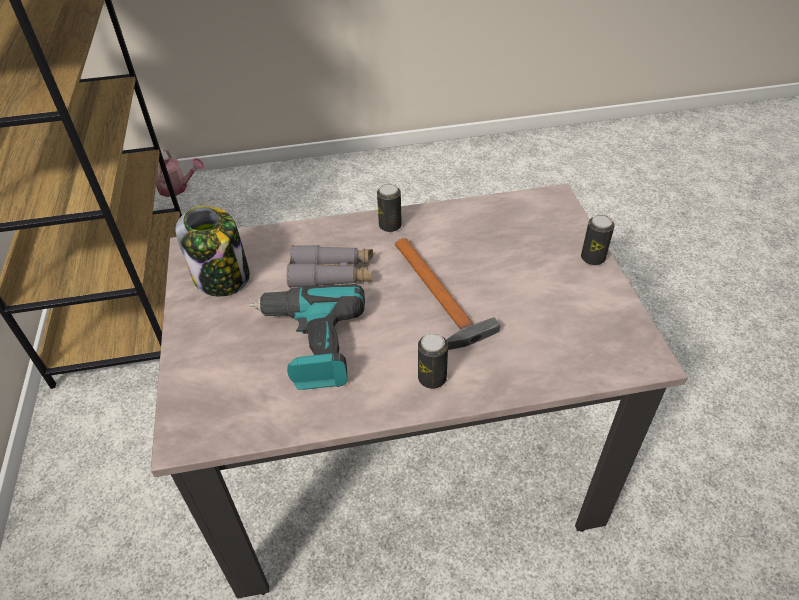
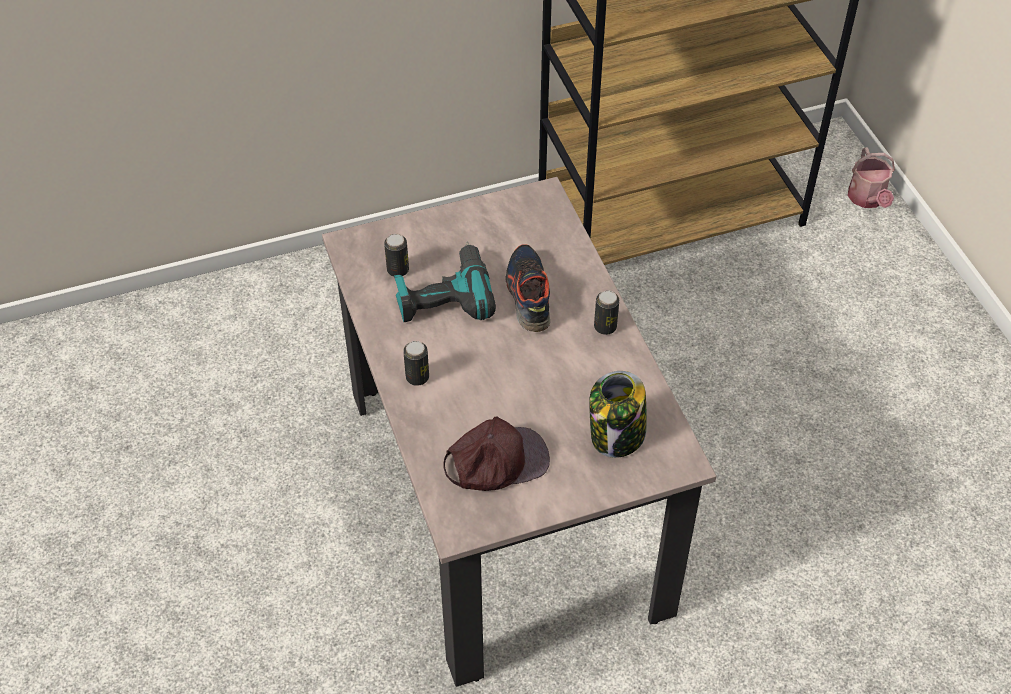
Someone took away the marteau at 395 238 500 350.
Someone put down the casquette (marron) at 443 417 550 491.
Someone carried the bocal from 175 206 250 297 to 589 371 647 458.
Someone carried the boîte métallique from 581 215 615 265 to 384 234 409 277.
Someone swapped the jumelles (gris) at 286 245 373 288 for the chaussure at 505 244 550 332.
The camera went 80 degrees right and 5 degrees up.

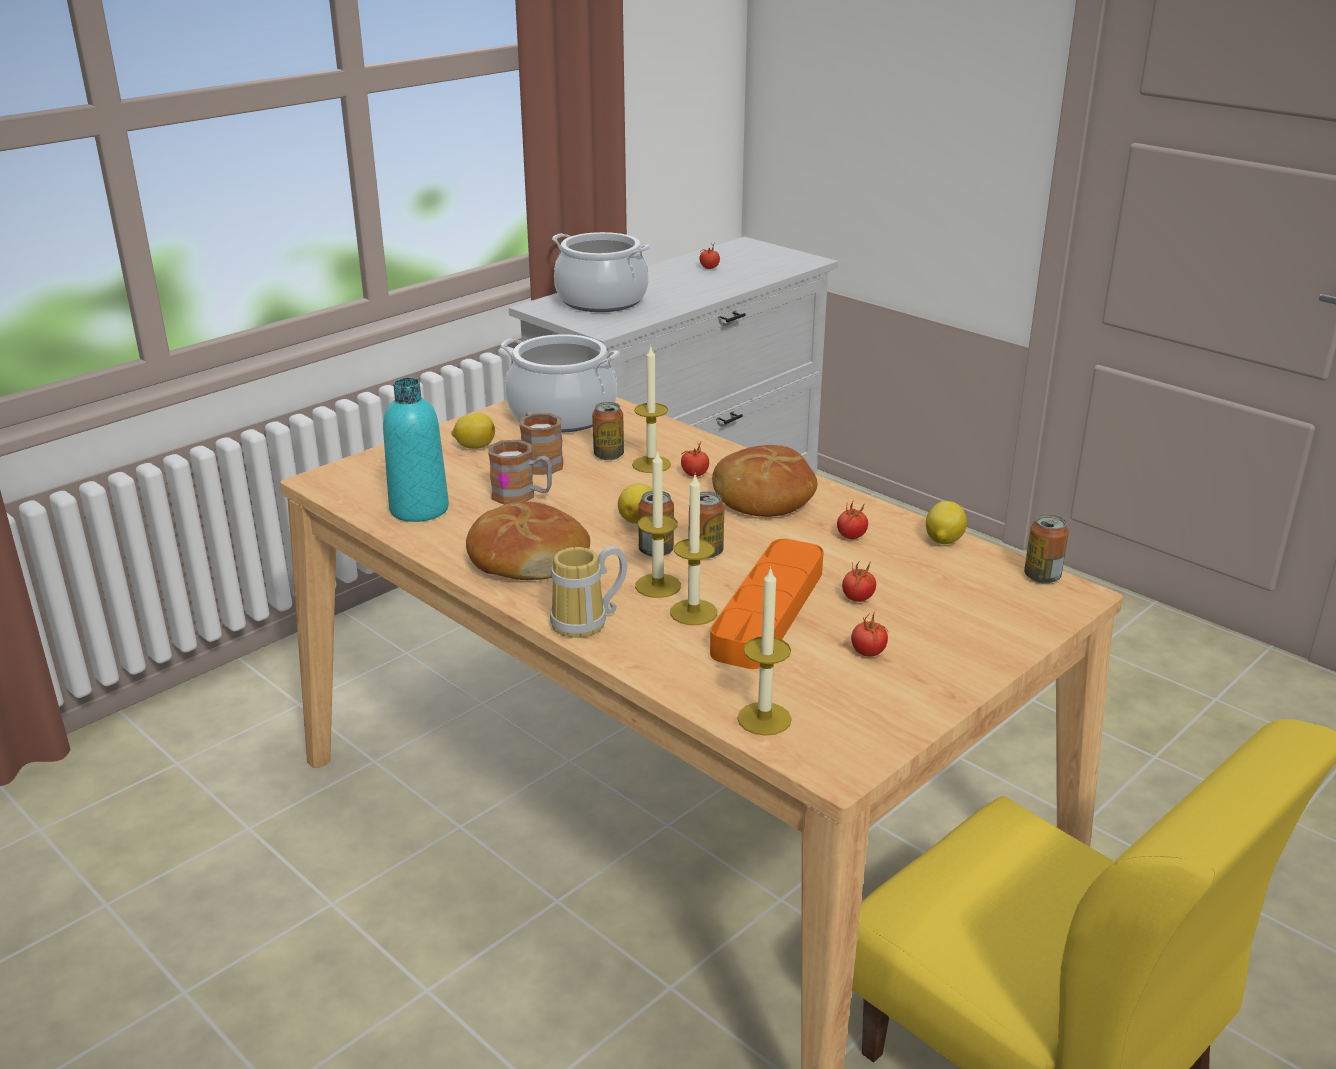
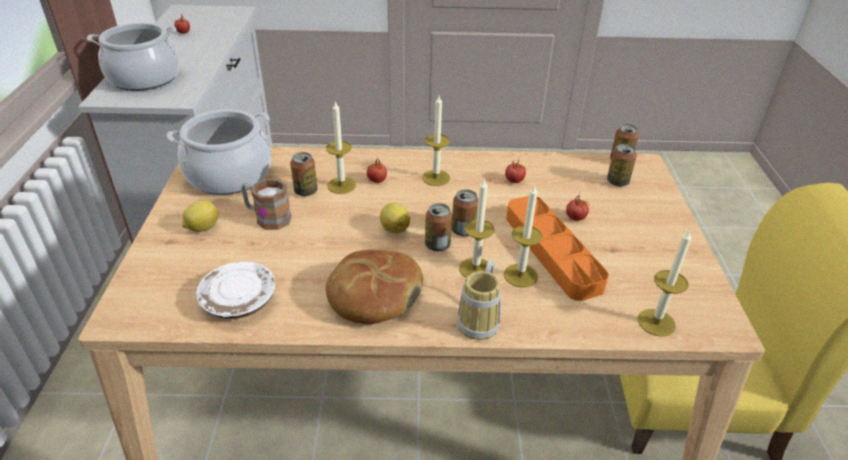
Someone took away the mug at 488 440 552 505.
Someone took away the tomate at 851 613 888 657.
Someone took away the citron at 926 501 967 544.
Someone put down the boîte métallique at 607 144 637 187.
Someone swapped the bouteille (turquoise) at 383 378 449 522 for the assiette (blanc) at 196 262 275 319.
Someone swapped the pain at 712 445 817 517 for the bougie at 422 96 450 186.
The camera went 45 degrees left and 10 degrees up.

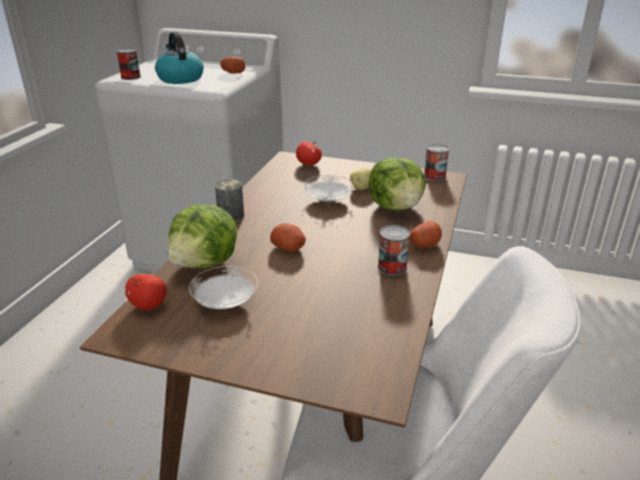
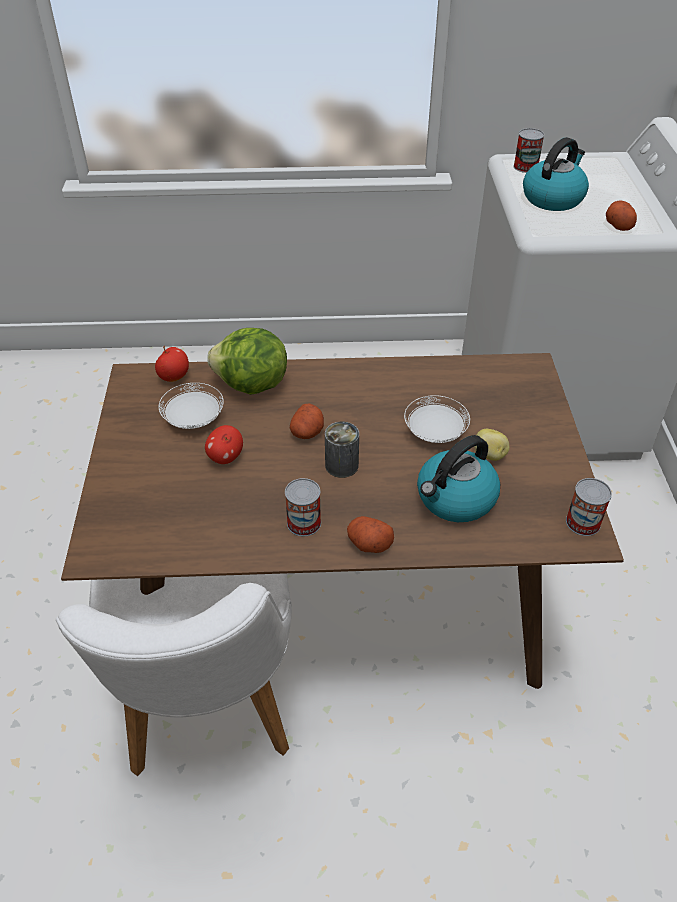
Someone carried the boîte métallique from 215 179 244 222 to 325 422 359 478.
Someone carried the pomme from 296 141 322 166 to 205 425 243 464.
Someone swapped the laitue at 369 157 426 211 for the bouilloire at 417 435 500 522.
The camera went 70 degrees right and 15 degrees up.

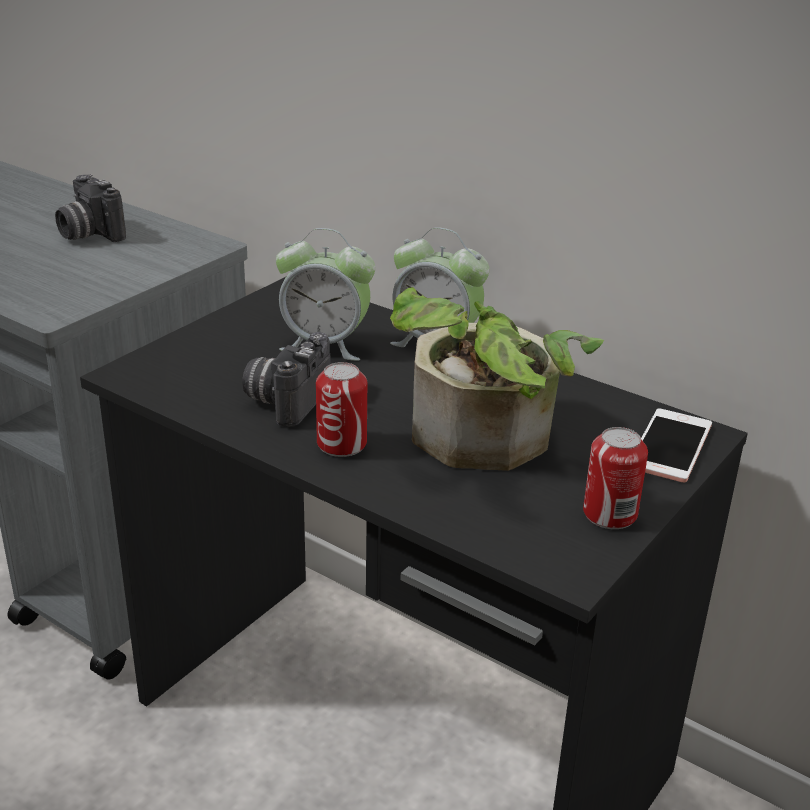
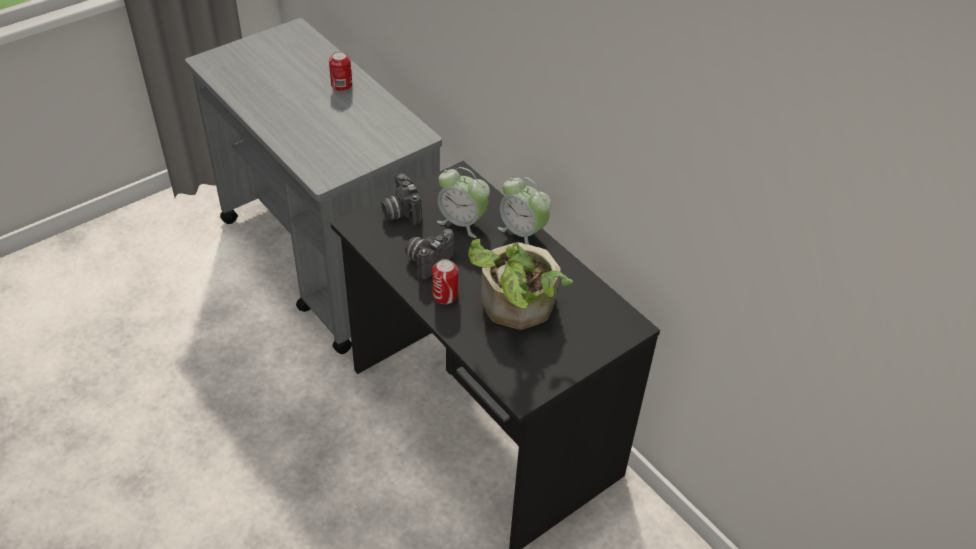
Someone took away the téléphone at 641 408 712 482.
Someone carried the appareil photo from 55 174 126 242 to 381 173 422 225.
Someone carried the boîte métallique from 583 427 648 529 to 329 51 352 91.
The camera went 15 degrees right and 15 degrees up.

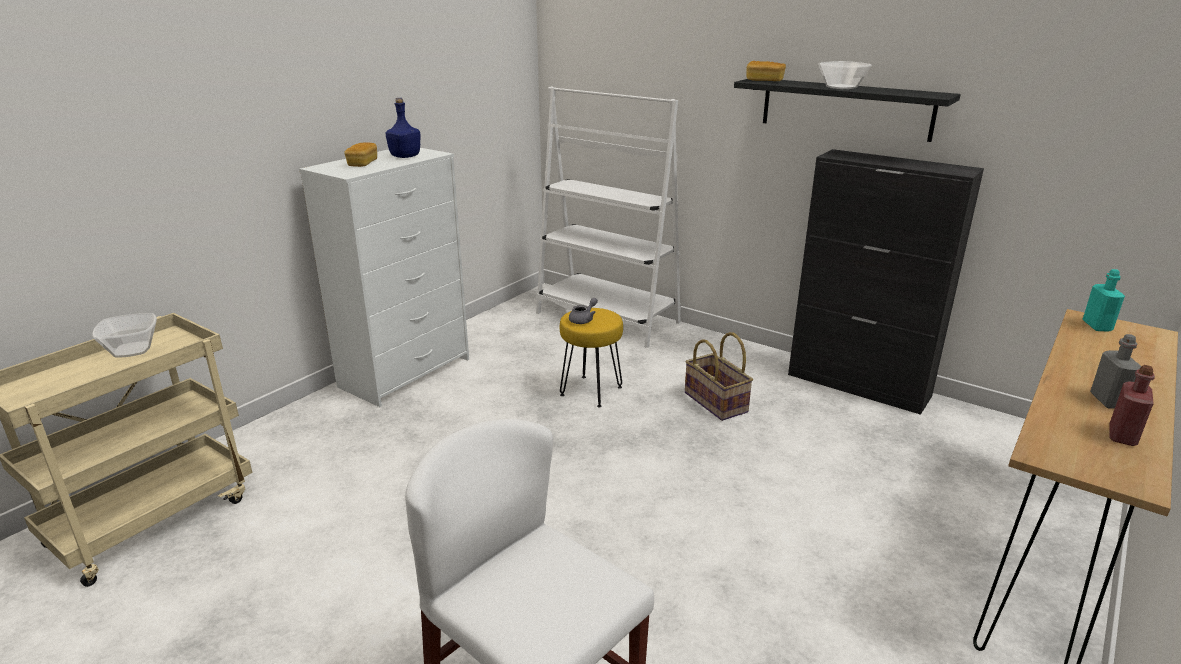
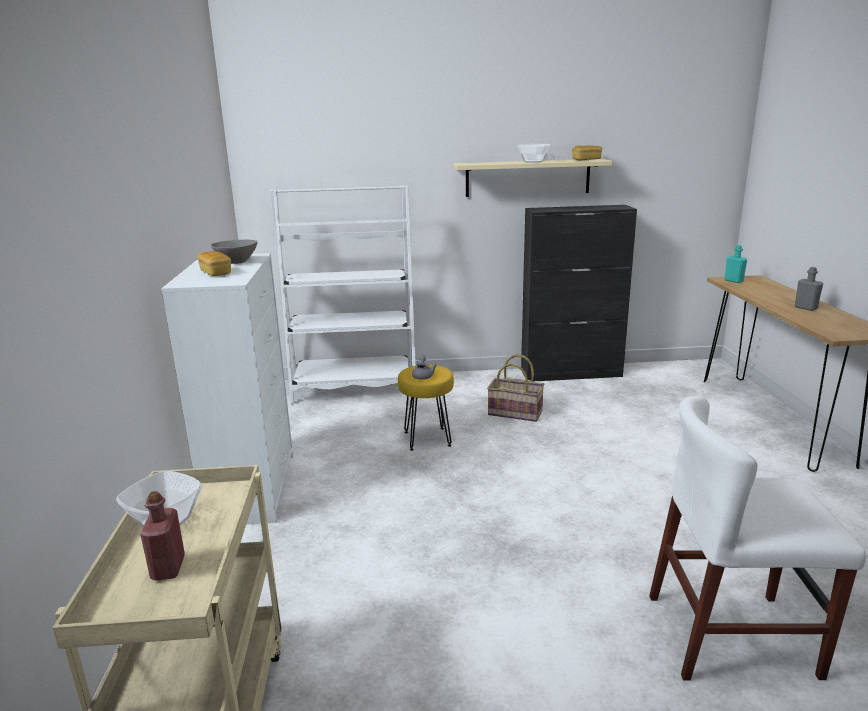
Someone carried the pain from 746 61 786 81 to 572 145 602 160.
Someone carried the bouteille (rouge) from 1109 365 1155 446 to 140 491 185 581.
Someone swapped the bouteille (bleu) at 385 98 421 158 for the bol (gris) at 211 240 257 264.
Someone repainted the étagère (noir) at 734 79 961 142, which became the étagère (beige) at 453 159 613 197.
The camera went 40 degrees left and 5 degrees down.

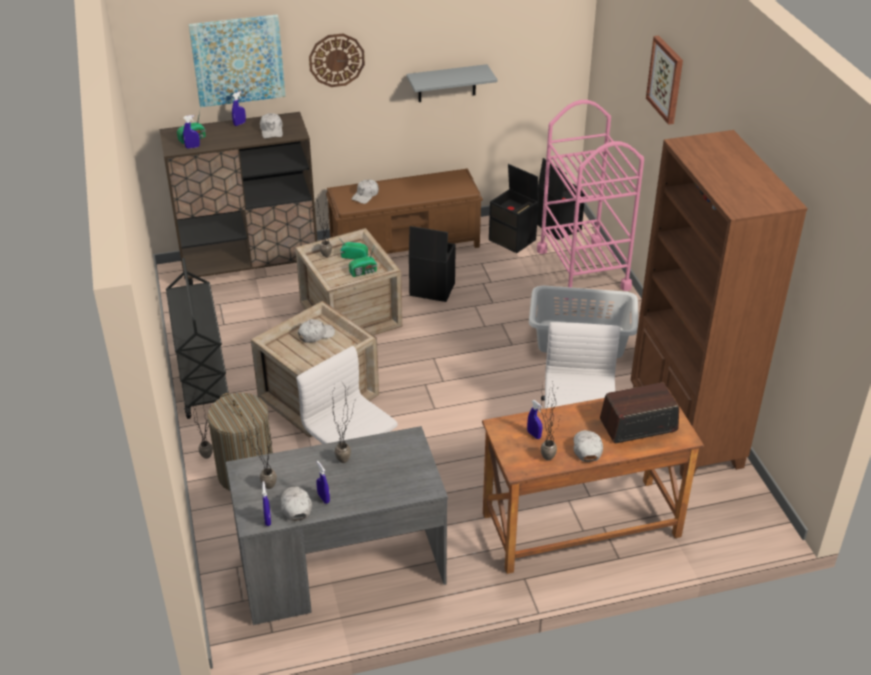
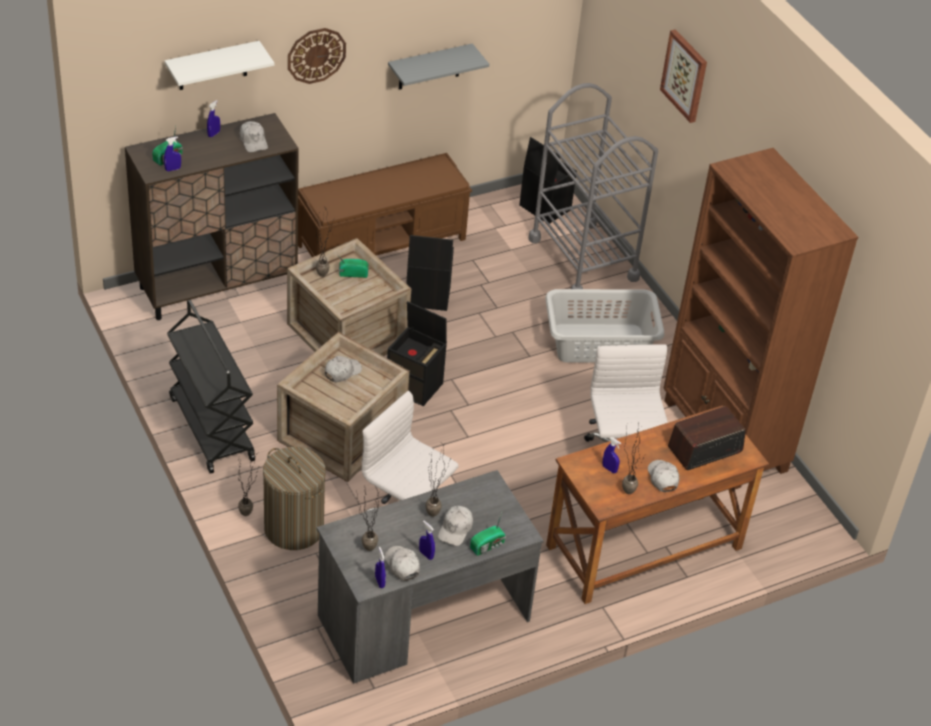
Someone carried the radio from 349 244 377 277 to 470 513 506 556.
Someone carried the casquette (blanc) from 352 180 379 204 to 438 506 473 546.
Someone carried the boîte de rangement (noir) from 489 164 539 253 to 387 301 447 406.
Someone swapped the tableau at 188 14 286 107 for the étagère (blanc) at 164 41 274 90.
Someone repainted the chariot (rose) at 537 100 644 300, which became the chariot (gris) at 529 83 658 289.
The camera went 15 degrees left and 5 degrees up.

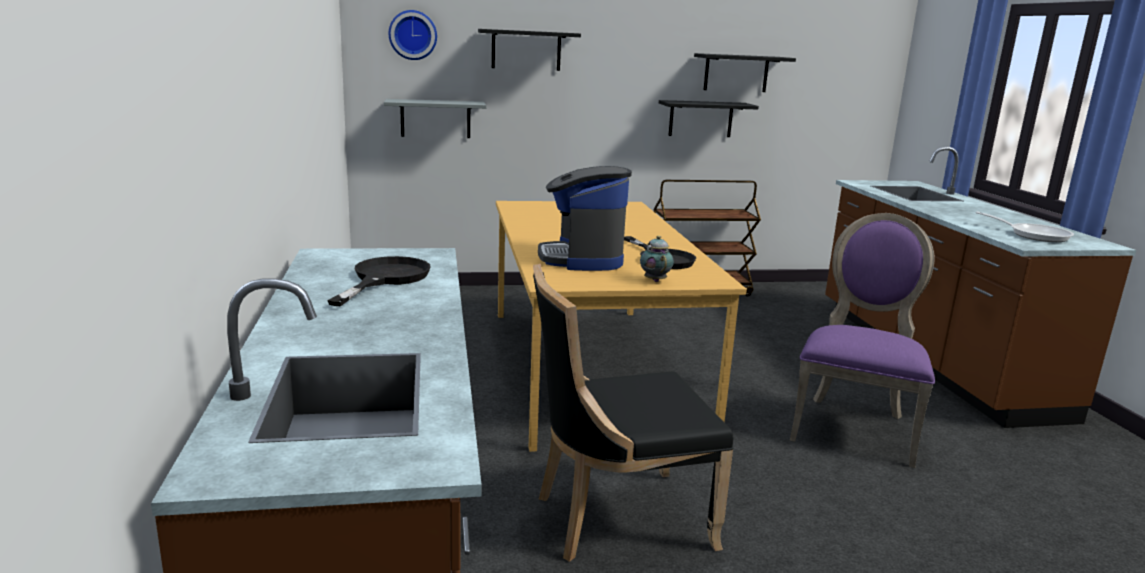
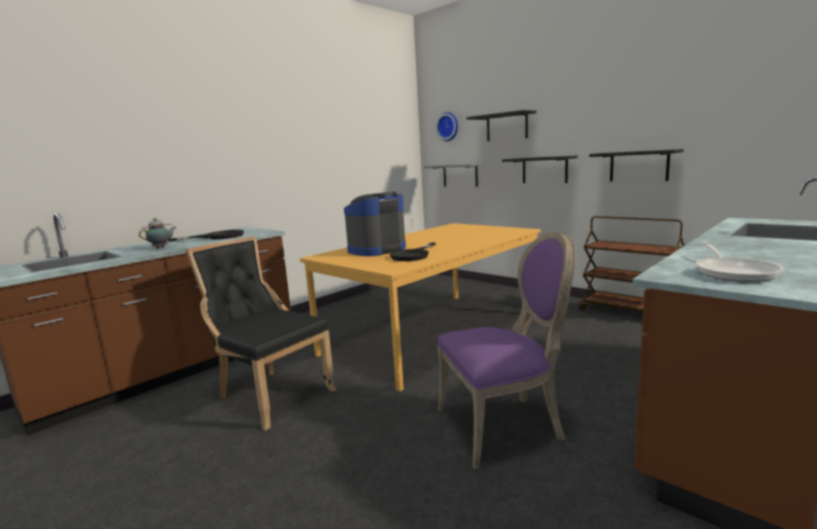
Someone carried the théière from 640 235 674 282 to 139 218 176 249.
Someone carried the étagère (noir) from 694 53 796 92 to 502 155 578 183.
The camera went 55 degrees right and 5 degrees down.

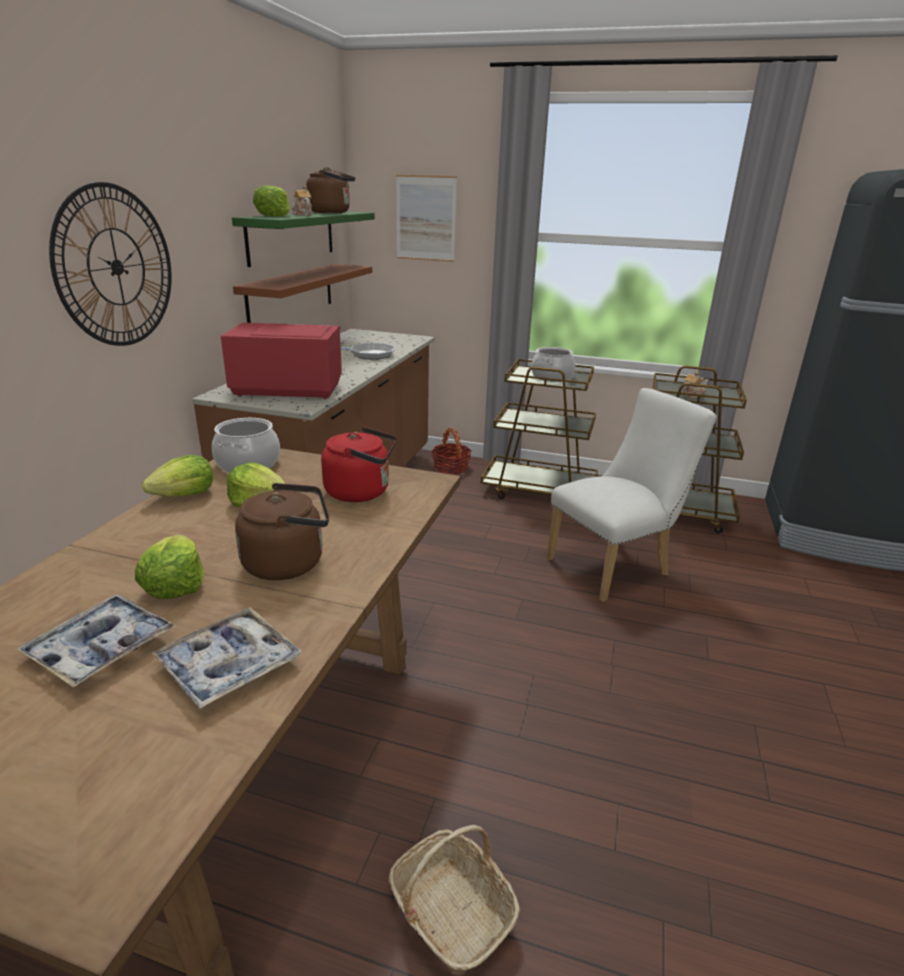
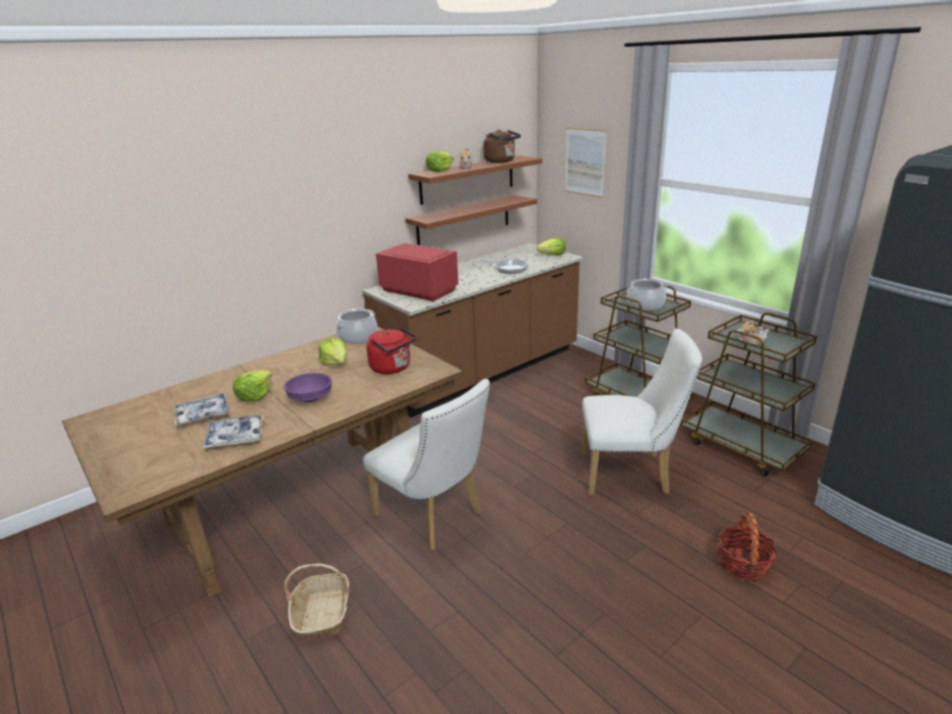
Someone took away the horloge murale at 49 182 172 346.
Someone put down the chaise (blanc) at 363 379 490 550.
Someone carried the laitue from 142 455 213 496 to 537 238 566 255.
Someone carried the panier from 431 428 471 474 to 717 512 778 581.
Someone swapped the bouilloire (marron) at 235 483 329 580 for the bol (violet) at 284 373 332 402.
Someone repainted the étagère (vert) at 232 211 375 267, which became the étagère (marron) at 408 156 542 205.
The camera went 35 degrees right and 0 degrees up.

